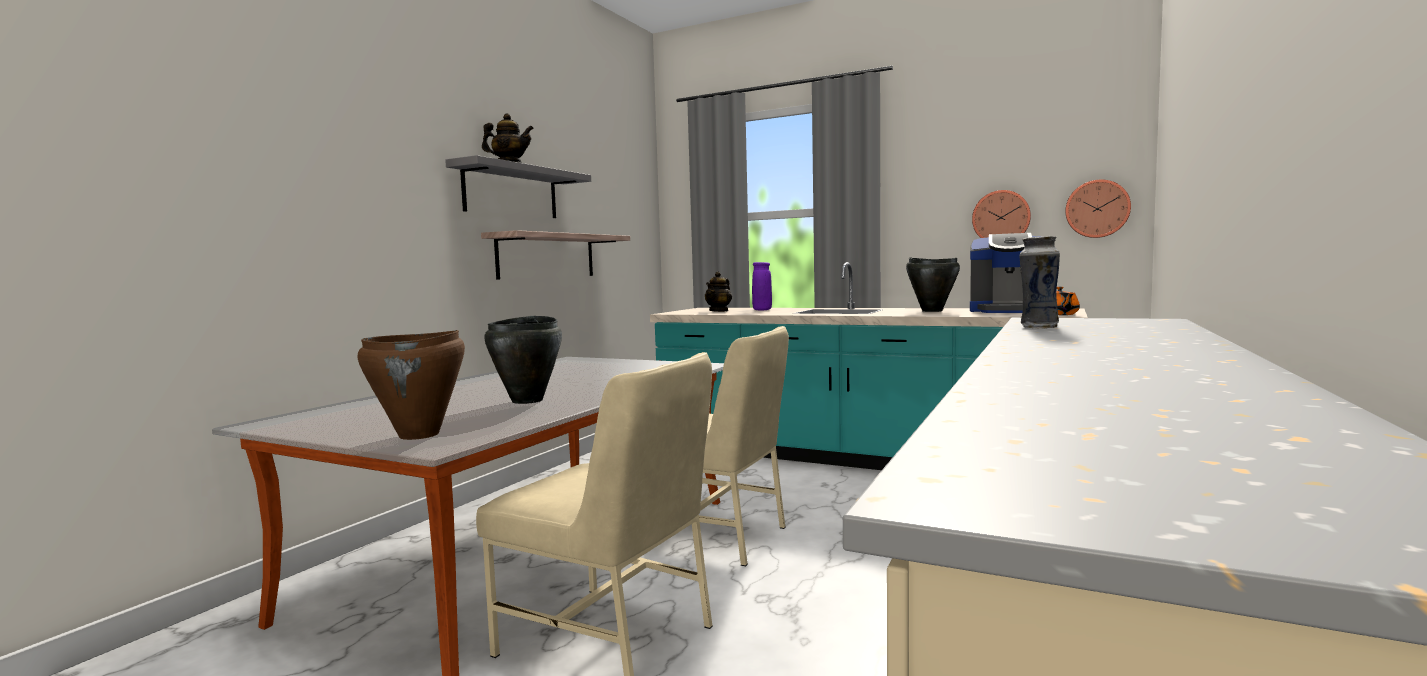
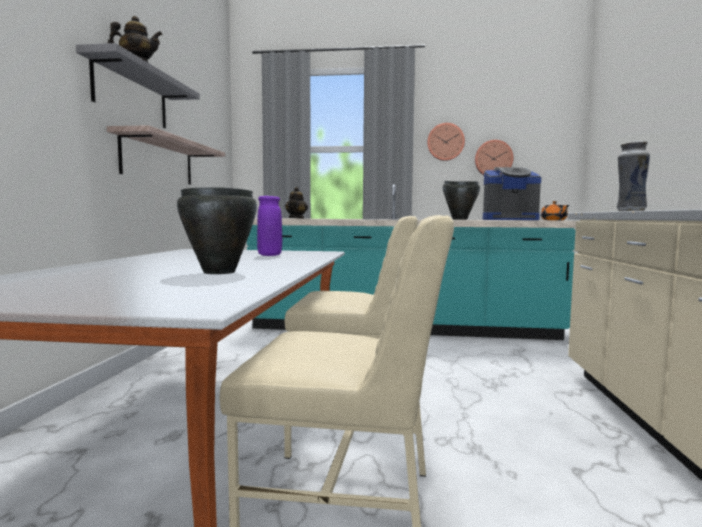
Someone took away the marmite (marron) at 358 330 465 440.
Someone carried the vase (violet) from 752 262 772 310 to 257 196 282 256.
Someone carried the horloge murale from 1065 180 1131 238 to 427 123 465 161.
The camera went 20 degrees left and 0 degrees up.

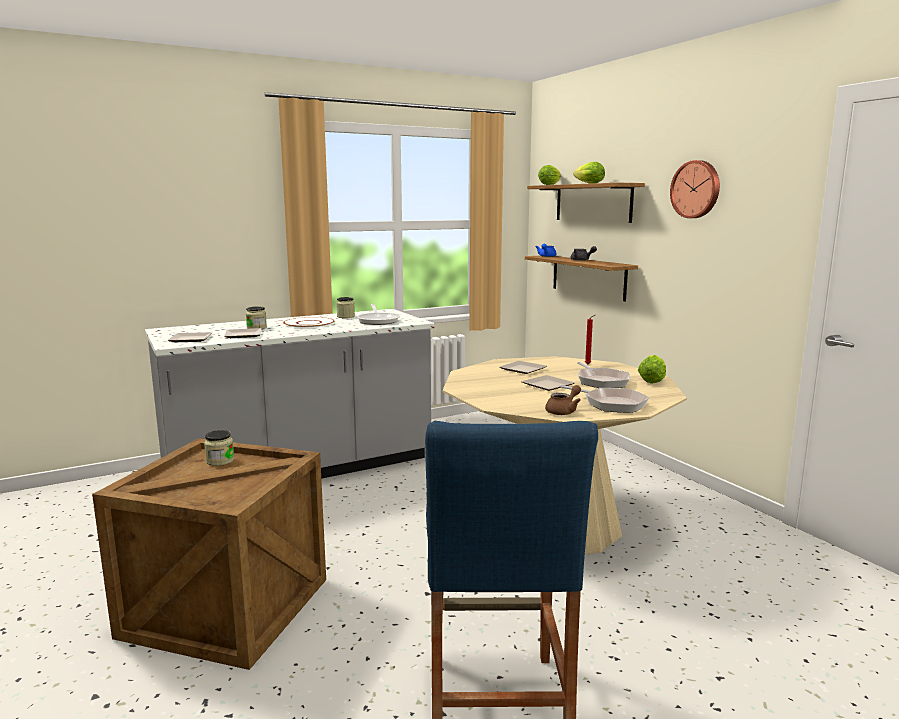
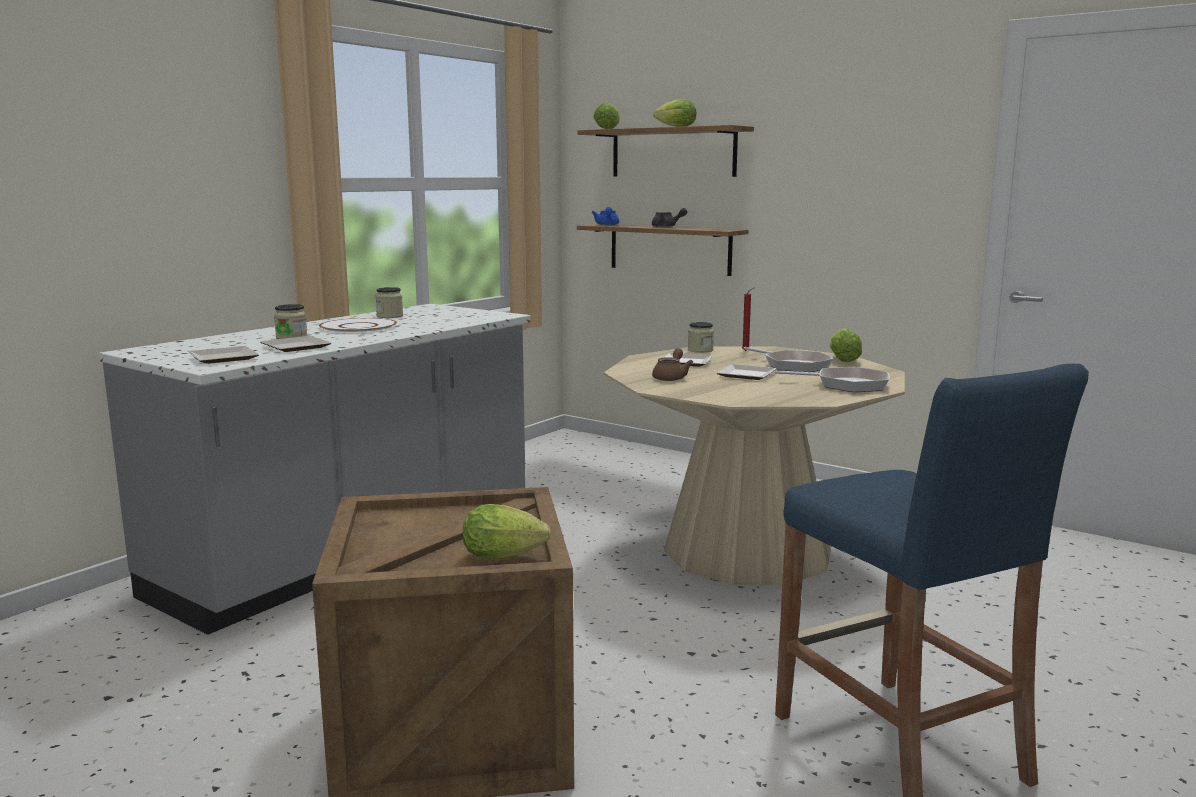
Someone took away the poêle at 357 304 400 325.
Someone took away the horloge murale at 670 160 720 218.
Someone put down the laitue at 463 504 551 559.
Someone carried the bocal from 204 430 234 466 to 688 322 714 353.
Someone carried the théière (marron) from 545 385 581 415 to 652 348 693 381.
The camera went 25 degrees left and 0 degrees up.

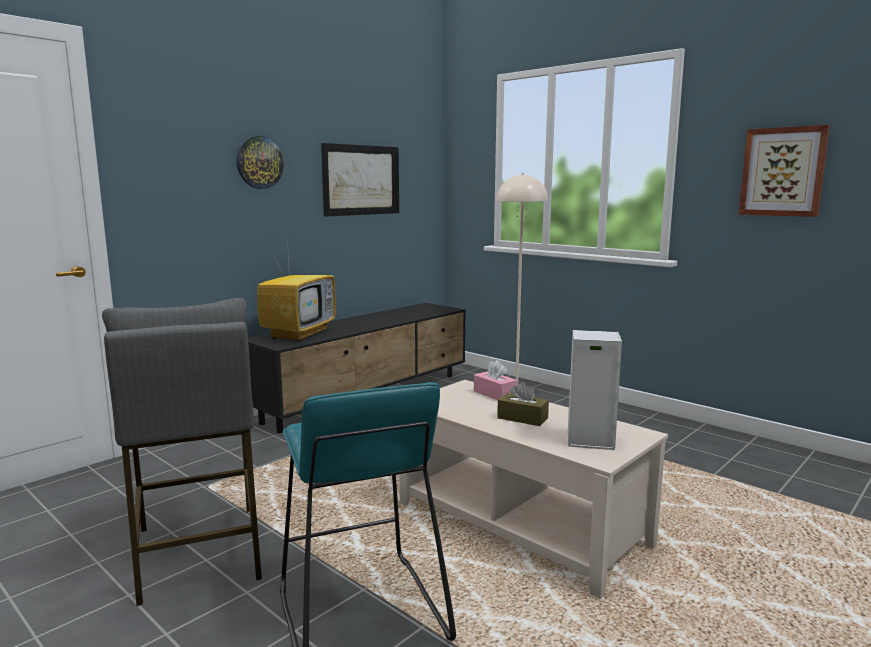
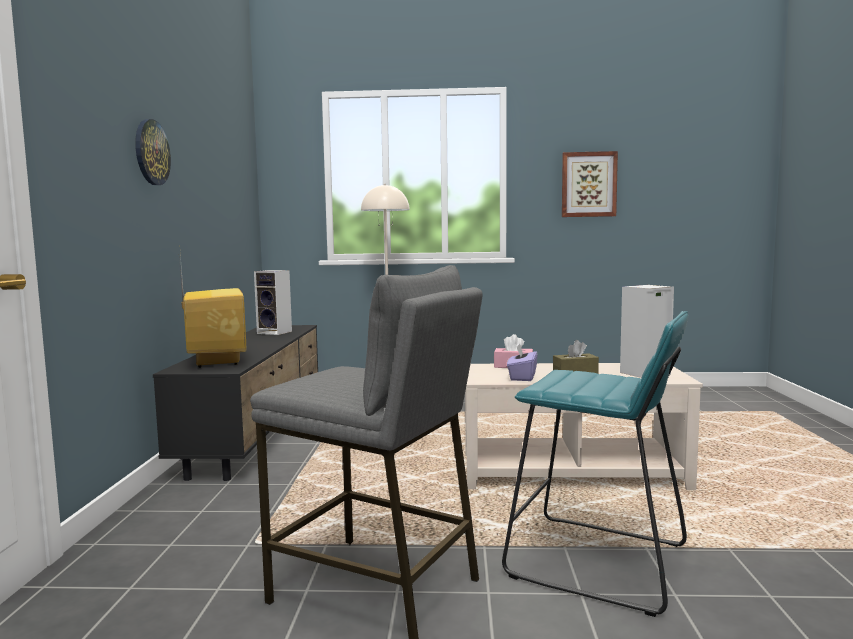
Someone took away the tableau at 321 143 399 216.
Someone put down the enceinte at 254 270 292 335.
Someone put down the boîte à mouchoirs (violet) at 507 344 538 381.
The camera went 40 degrees left and 5 degrees down.

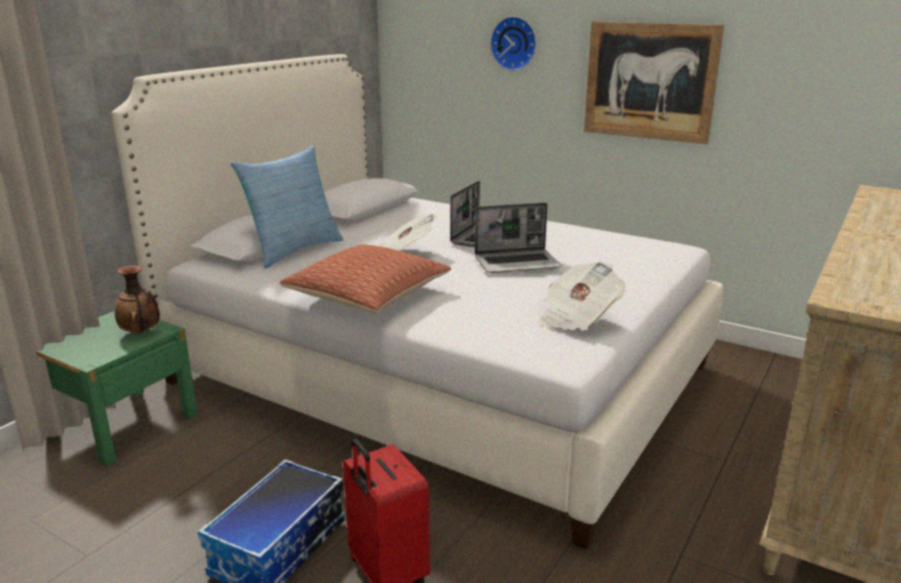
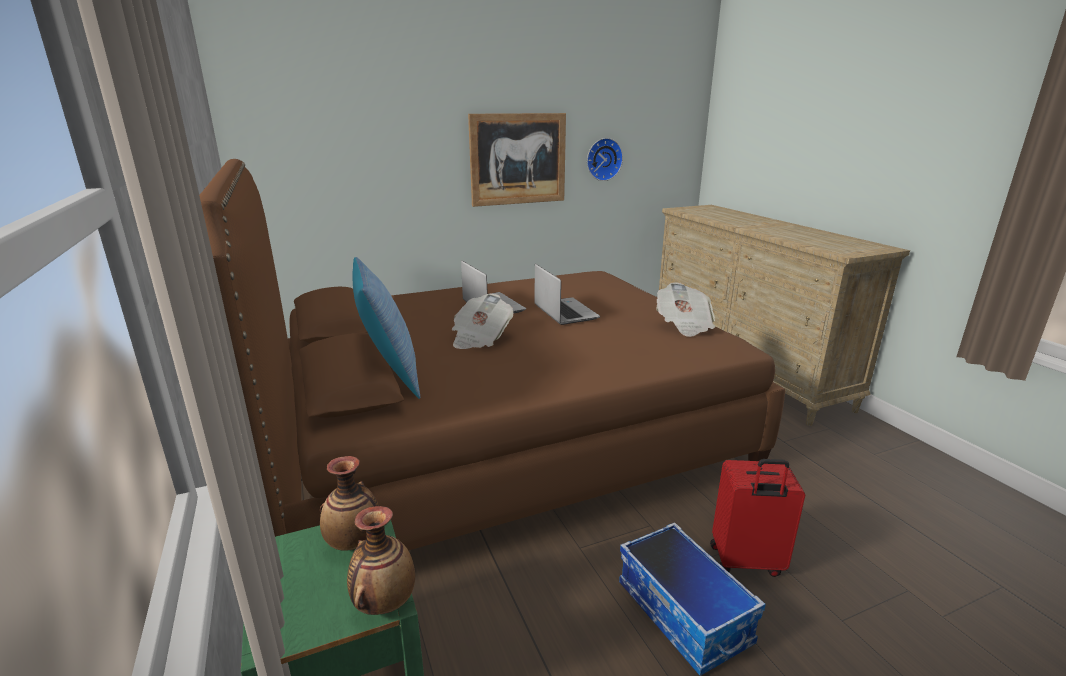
Someone took away the coussin at 279 245 451 313.
Someone put down the vase at 347 506 415 615.
Someone carried the horloge murale from 490 16 537 71 to 587 138 623 181.
Someone repainted the lit (blanc) at 111 54 723 550, which became the lit (marron) at 199 159 785 551.
Someone rotated the ordinateur portable at 475 203 562 273 by 45 degrees counterclockwise.
The camera went 55 degrees left and 0 degrees up.

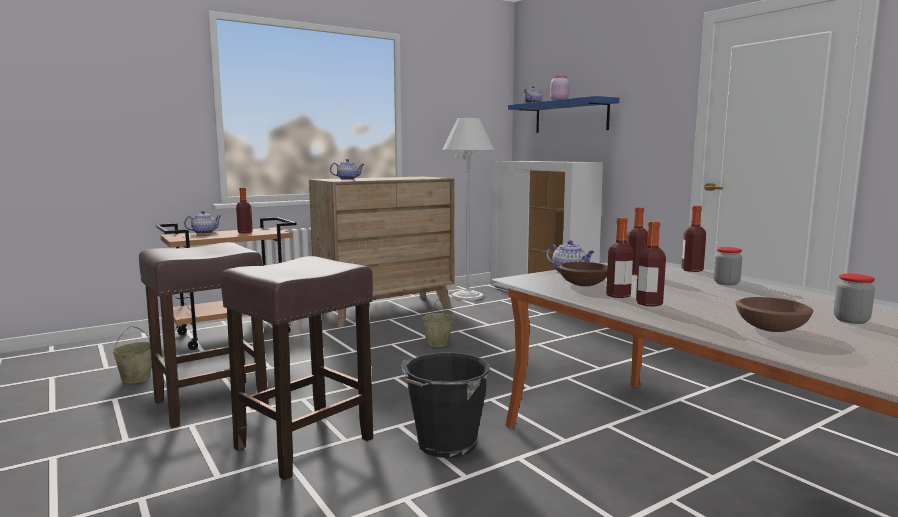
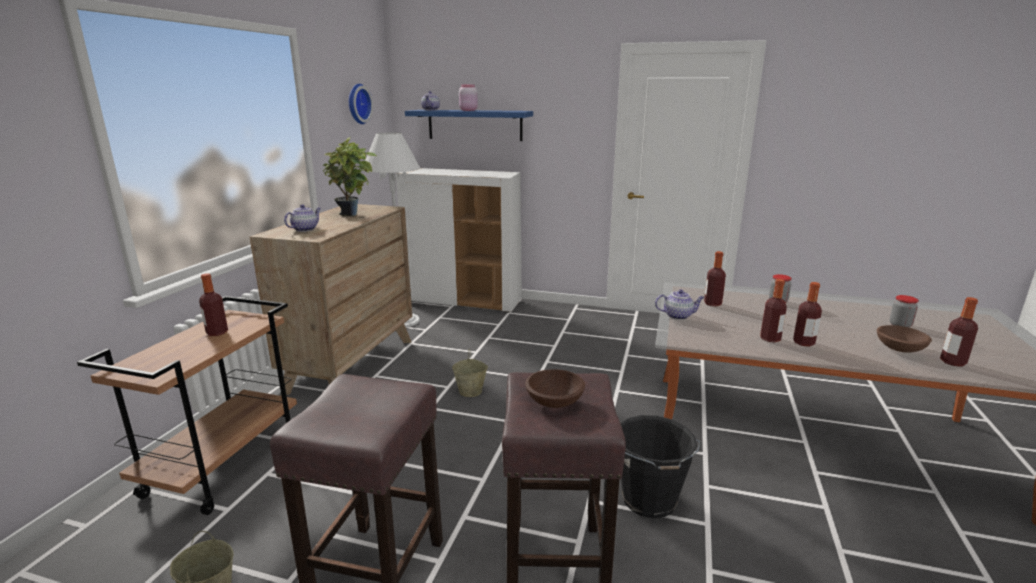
Someone took away the théière at 184 211 221 234.
Someone put down the plante en pot at 323 137 377 216.
Someone put up the horloge murale at 349 84 373 124.
Someone carried the bol (marron) from 558 262 608 286 to 525 369 585 408.
Someone carried the bouteille from 681 206 706 272 to 940 297 978 367.
The camera went 40 degrees left and 10 degrees up.

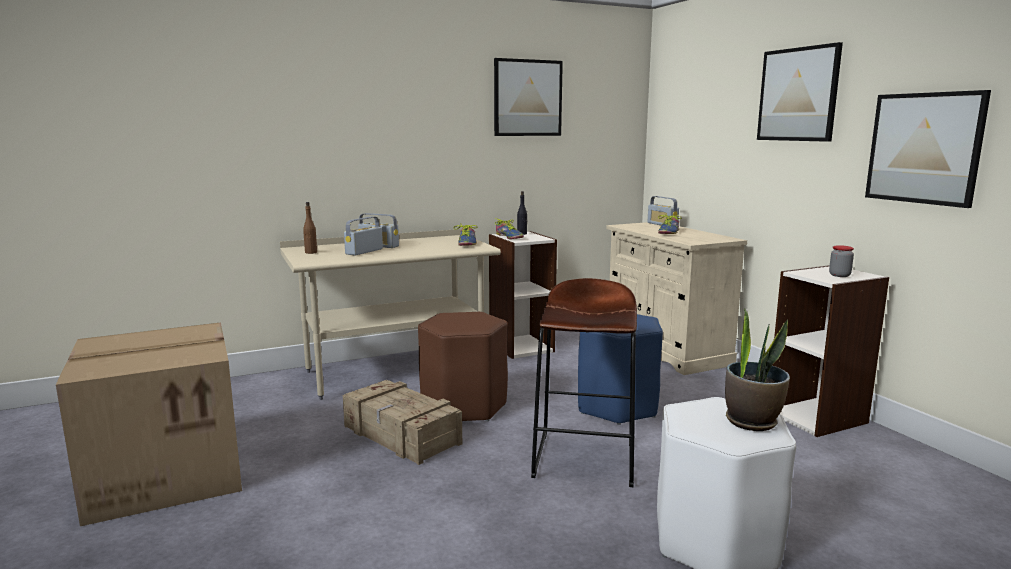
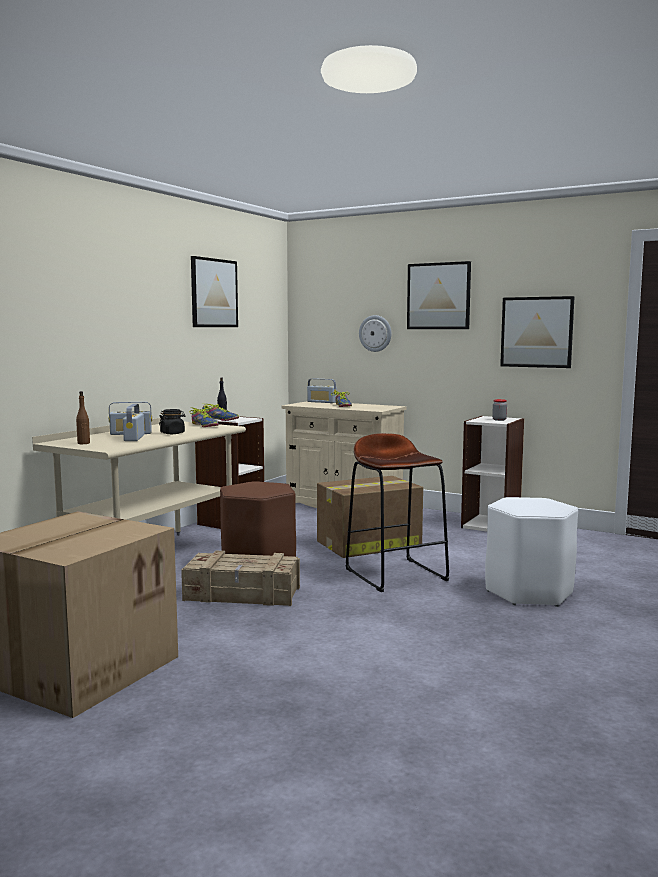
Someone took away the plante en pot at 725 308 790 431.
Someone put down the bocal (noir) at 159 409 186 434.
Someone put up the horloge murale at 359 315 391 352.
Someone swapped the tabouret (bleu) at 578 314 663 425 for the carton at 317 476 423 558.
The camera went 35 degrees left and 5 degrees down.

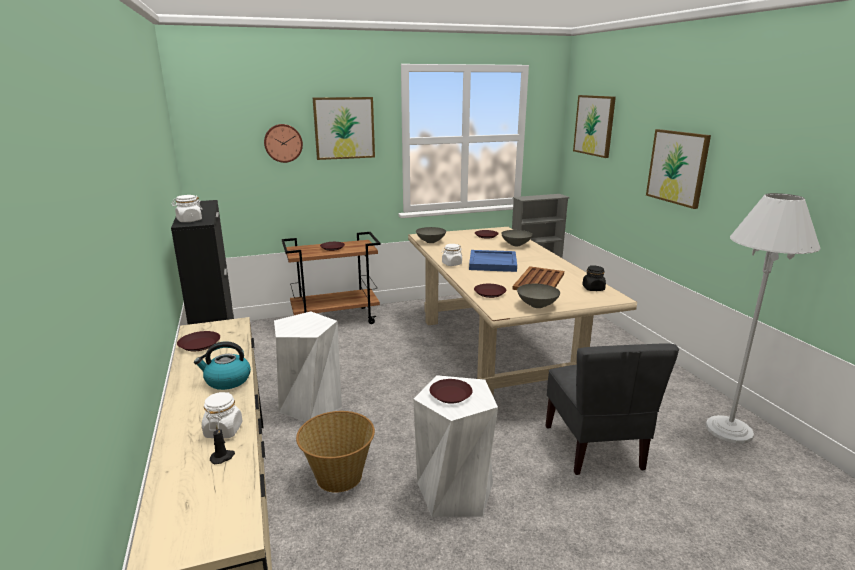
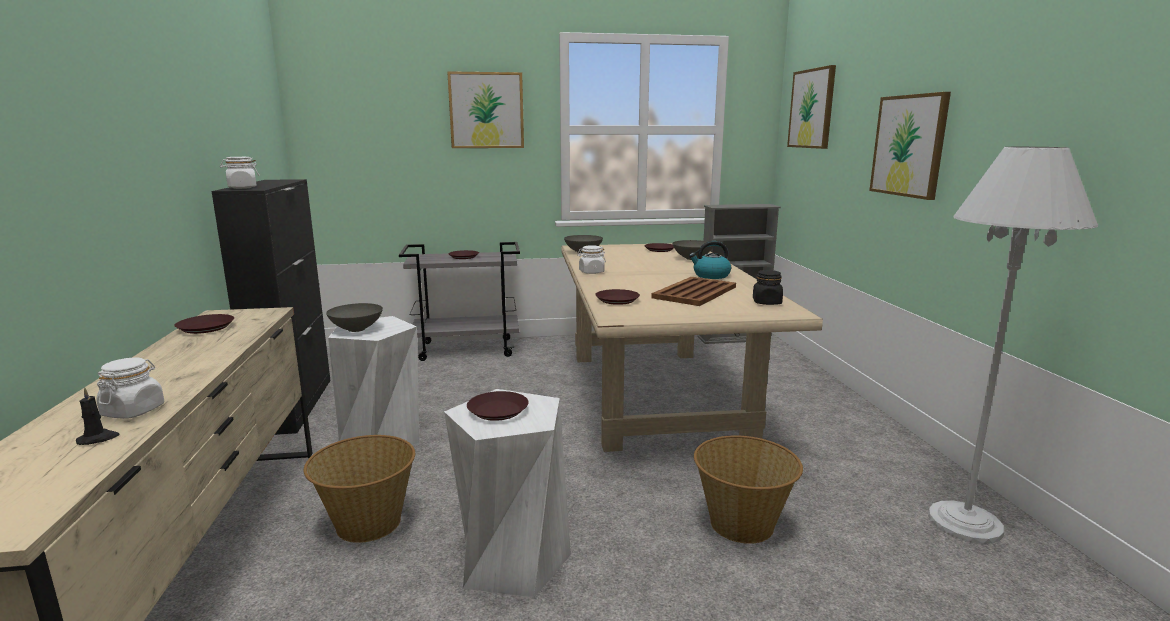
Someone took away the horloge murale at 264 124 303 163.
Someone took away the plateau (bleu) at 469 250 517 272.
Someone carried the bouilloire from 194 341 251 390 to 689 241 731 279.
Someone carried the bol (gris) from 517 284 560 308 to 326 303 383 332.
Someone swapped the chaise (gris) at 545 344 679 475 for the panier at 694 436 803 544.
Someone repainted the chariot (marron) at 282 232 381 324, which became the chariot (gris) at 399 242 520 361.
The camera went 10 degrees right and 5 degrees down.

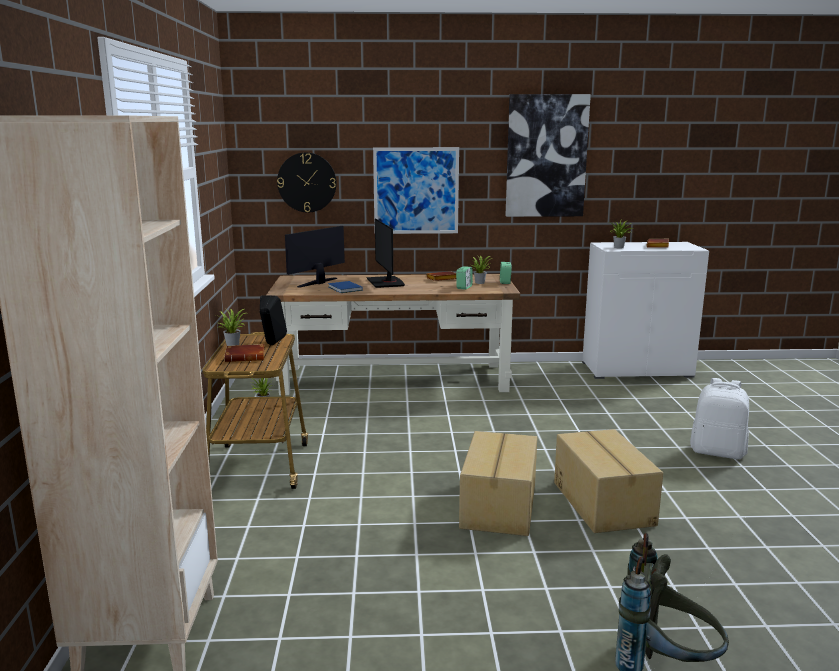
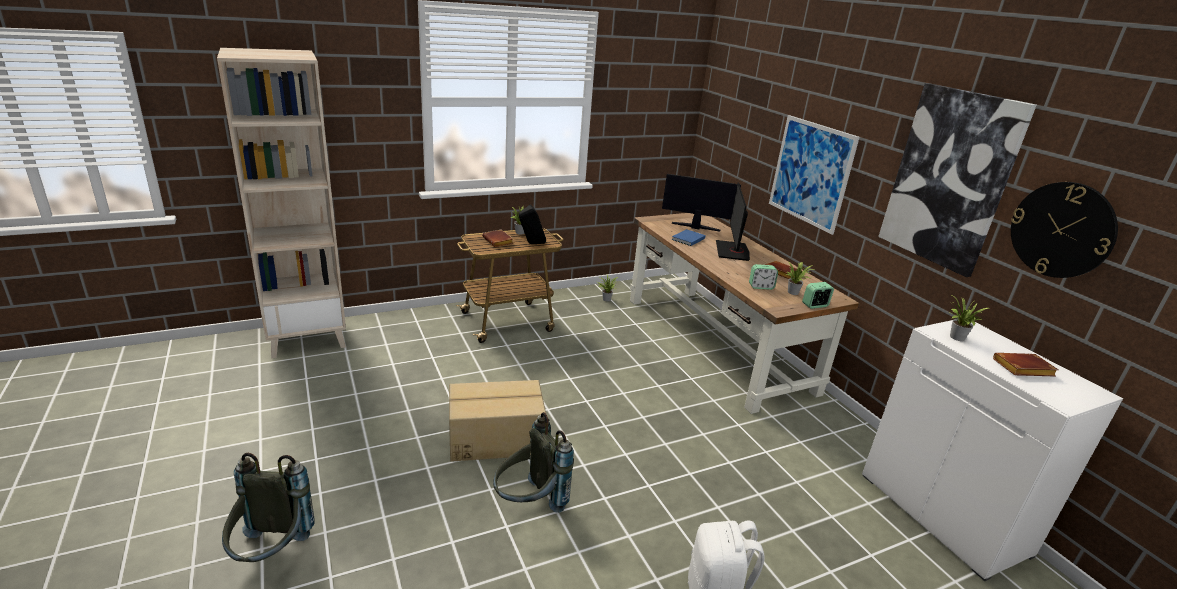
Someone carried the horloge murale from 277 152 337 212 to 1011 182 1118 278.
Someone swapped the carton at 554 429 663 533 for the sac à dos (gris) at 493 412 574 513.
Someone rotated the écran d'ordinateur at 366 218 405 288 by 45 degrees counterclockwise.
The camera went 65 degrees right and 10 degrees up.

